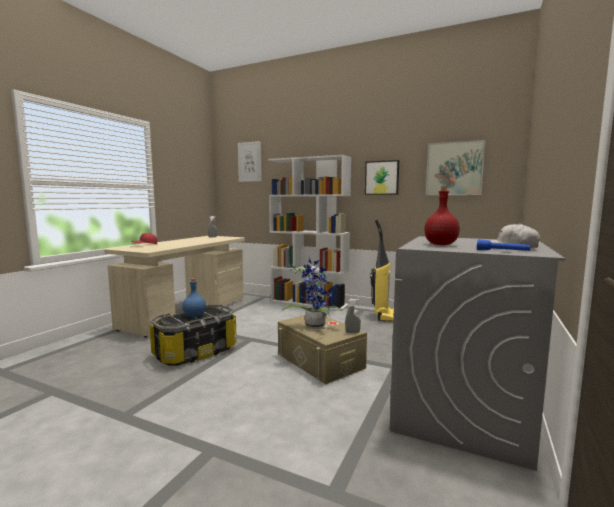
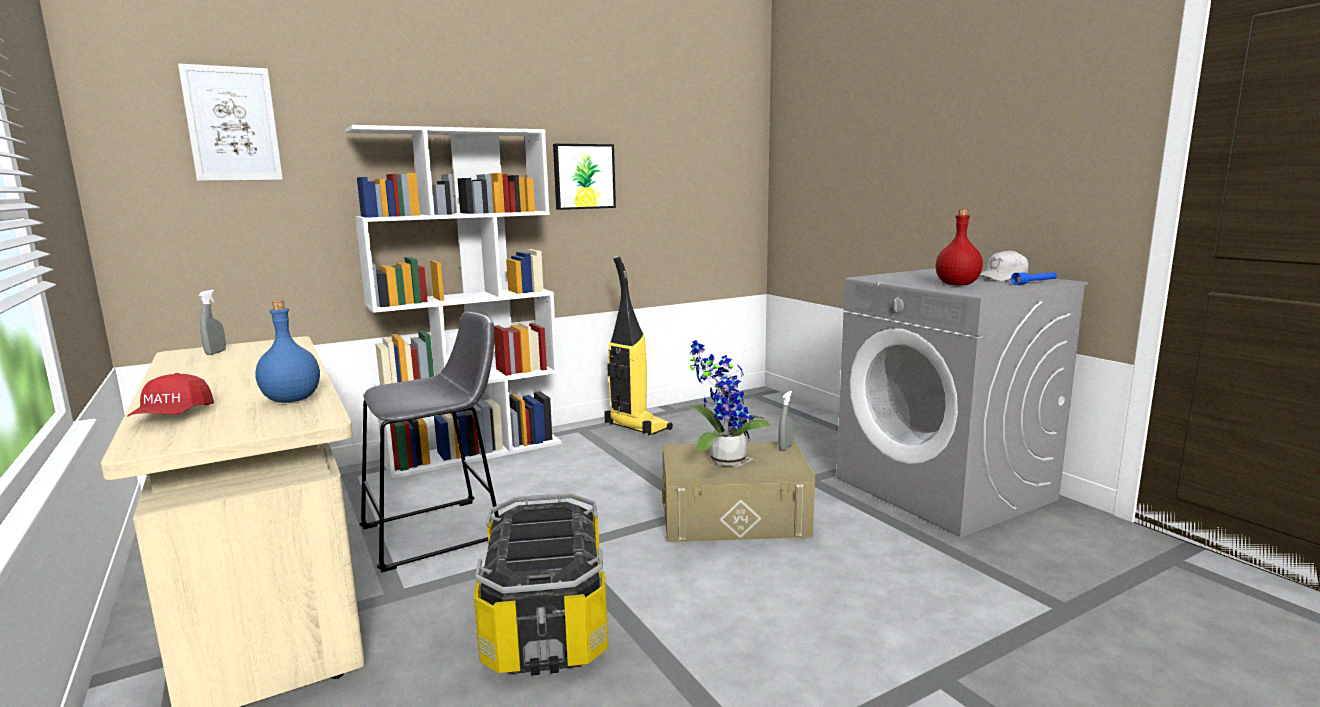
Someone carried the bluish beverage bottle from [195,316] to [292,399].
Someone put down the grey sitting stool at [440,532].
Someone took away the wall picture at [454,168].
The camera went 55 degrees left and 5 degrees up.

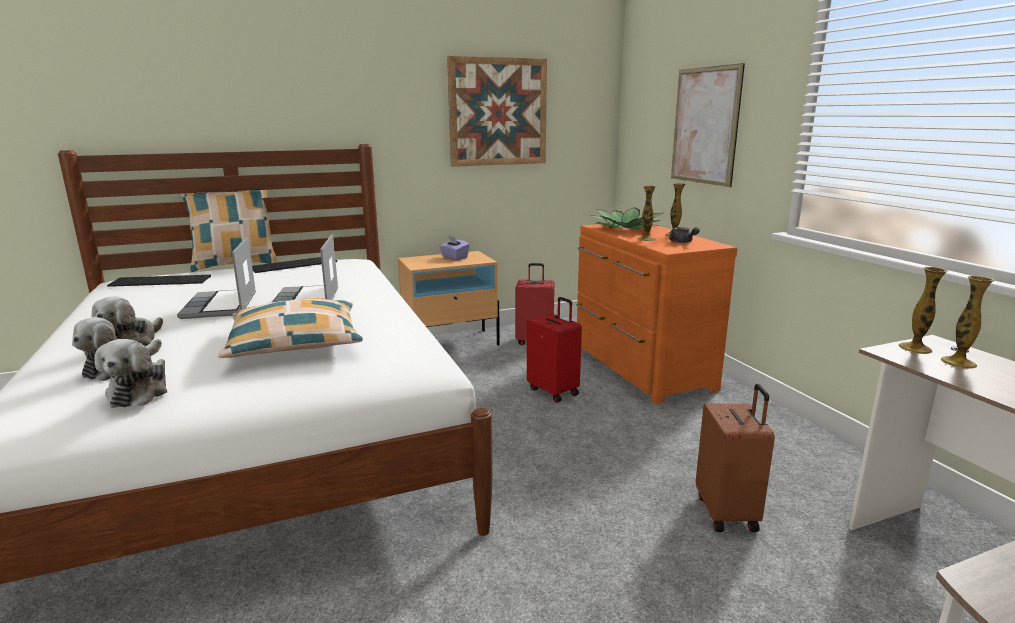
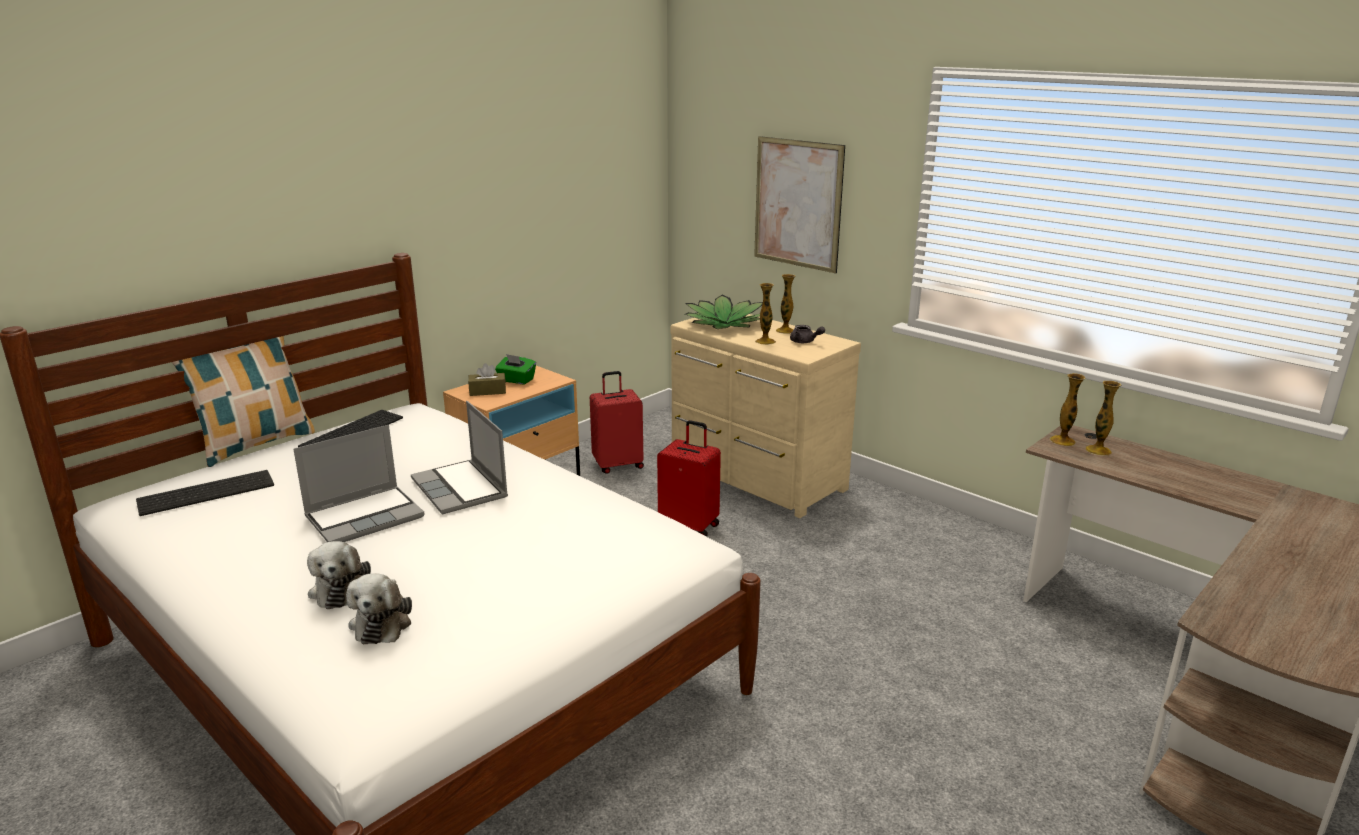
Someone rotated the laptop at [221,306] by 90 degrees counterclockwise.
Someone put down the brownish tissue holder at [487,391].
Someone repainted the purplish tissue holder at [454,257], which became the greenish tissue holder at [516,380].
Someone repainted the orange-coloured chest of drawers at [639,368], which became the beige chest of drawers at [755,478].
Someone took away the soft toy at [140,392].
Someone took away the pillow at [295,343].
Someone took away the wall picture at [498,112].
Someone took away the brownish piece of luggage at [728,513].
The camera went 25 degrees left and 5 degrees up.

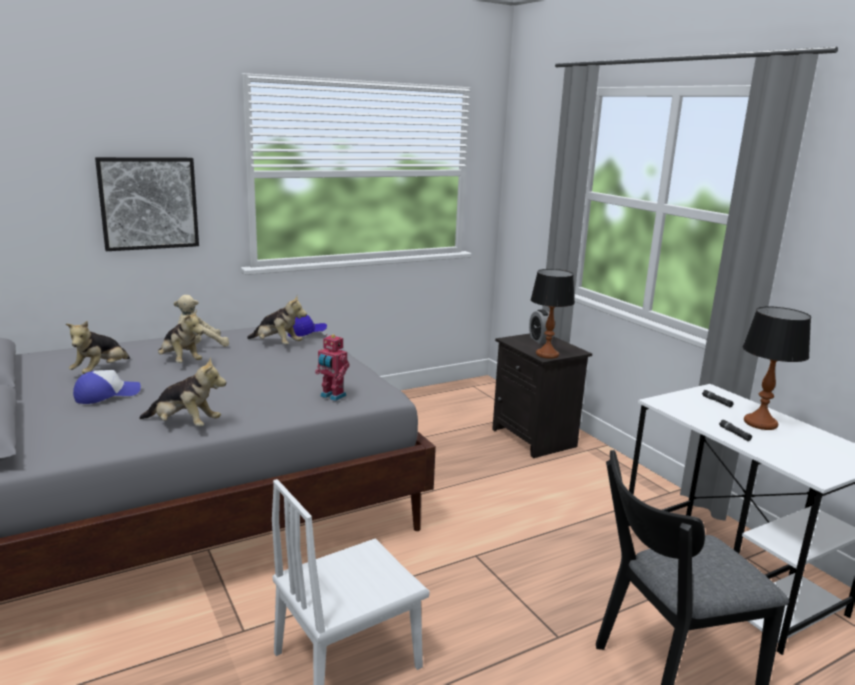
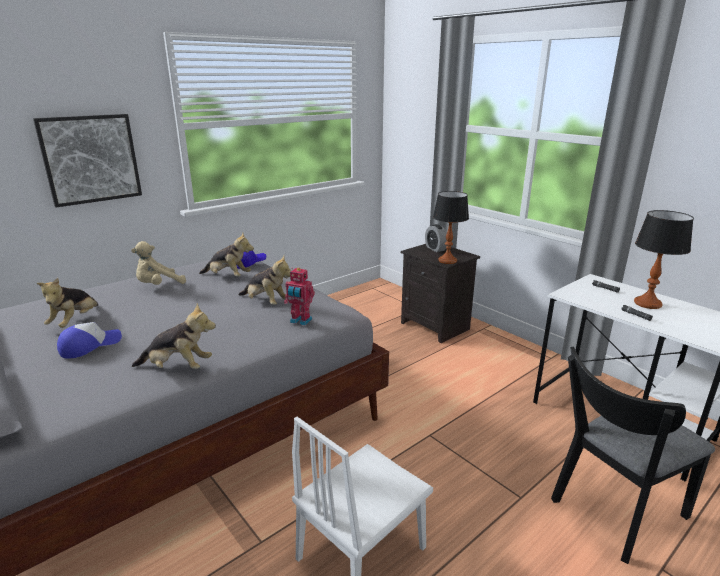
Someone carried the soft toy from [180,361] to [266,302].
The camera went 10 degrees left and 5 degrees up.

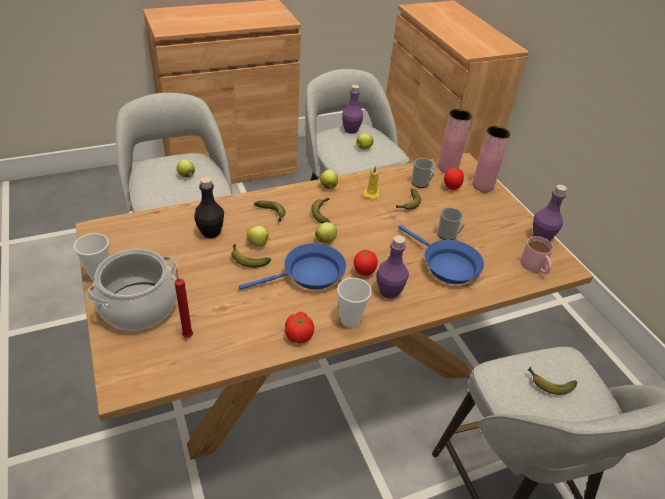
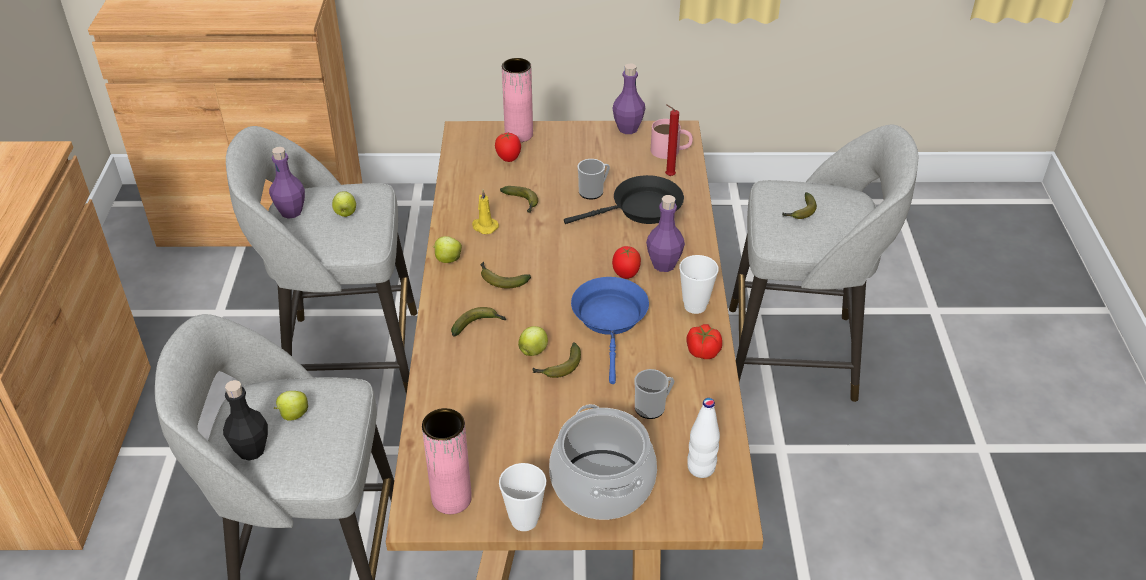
Someone carried the blackish beverage bottle from [211,232] to [251,450].
Someone carried the pinkish flower vase from [447,167] to [451,498].
Someone repainted the bluish pan at [446,265], which became the blackish pan at [641,210].
Someone carried the coffee mug from [421,184] to [653,407].
Someone carried the red-coloured wax light from [187,335] to [668,176].
Someone put down the whitish beverage bottle at [701,468].
Someone took away the apple at [326,240].
The camera went 65 degrees left and 0 degrees up.

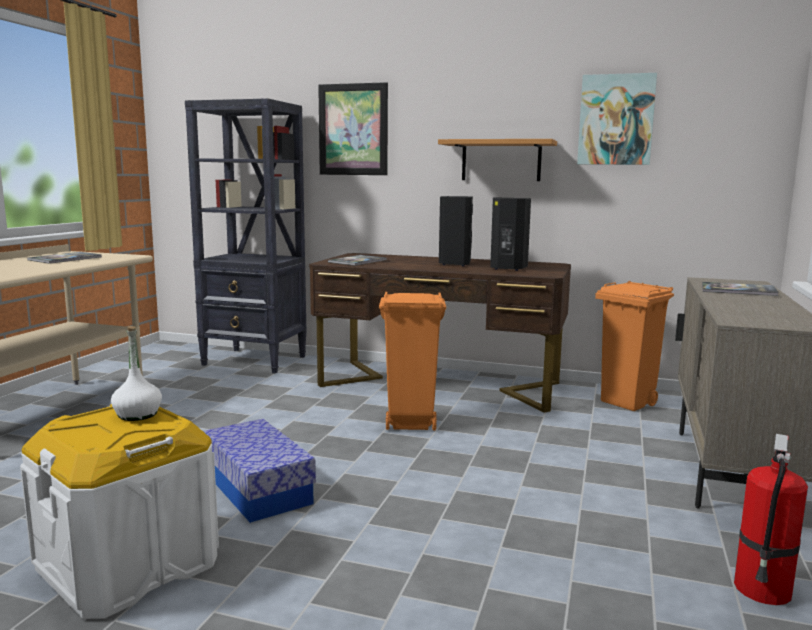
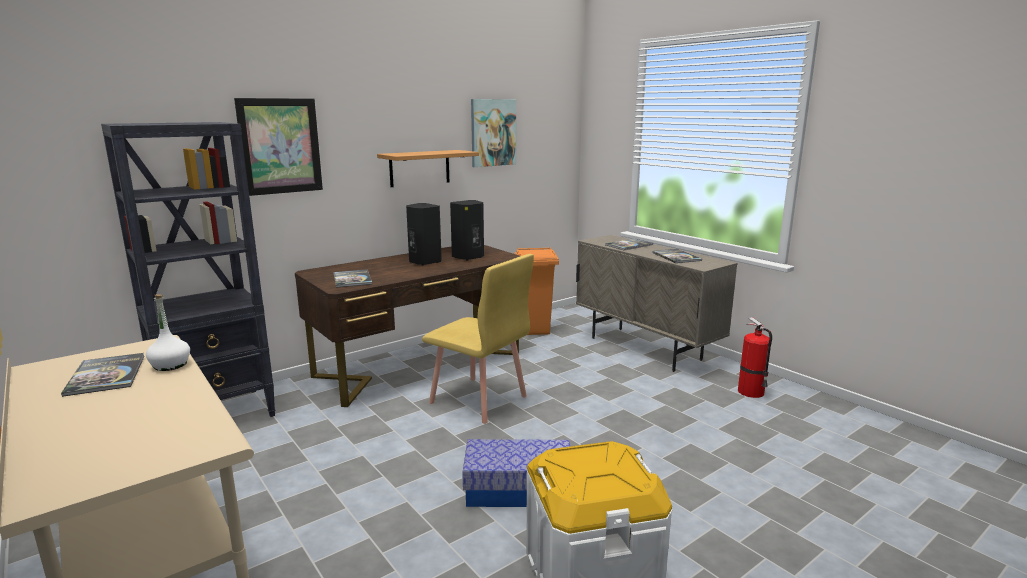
Someone carried the whitish beverage bottle from [138,415] to [170,365].
Someone swapped the orange-coloured trash can at [409,424] for the yellow-coloured chair at [478,400].
Someone put down the bound book at [676,257].
The camera went 55 degrees left and 5 degrees up.

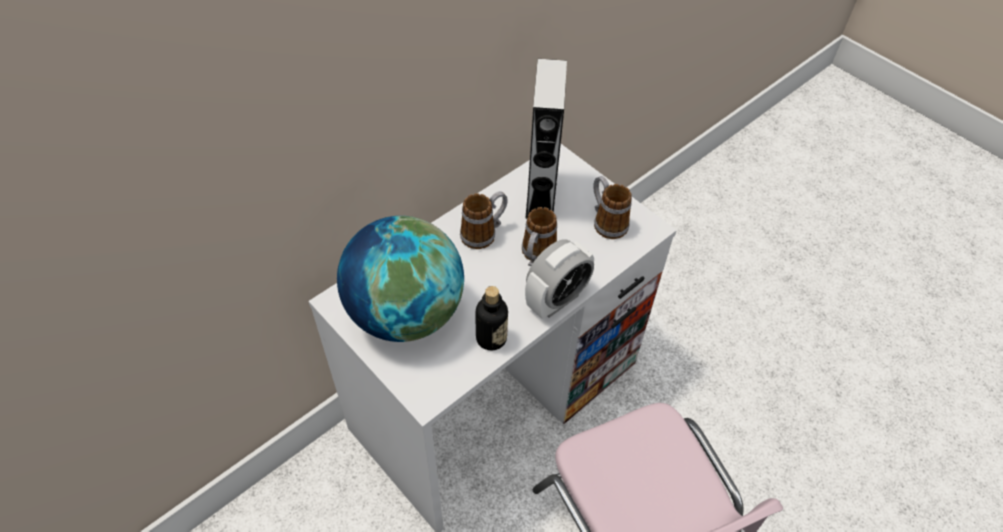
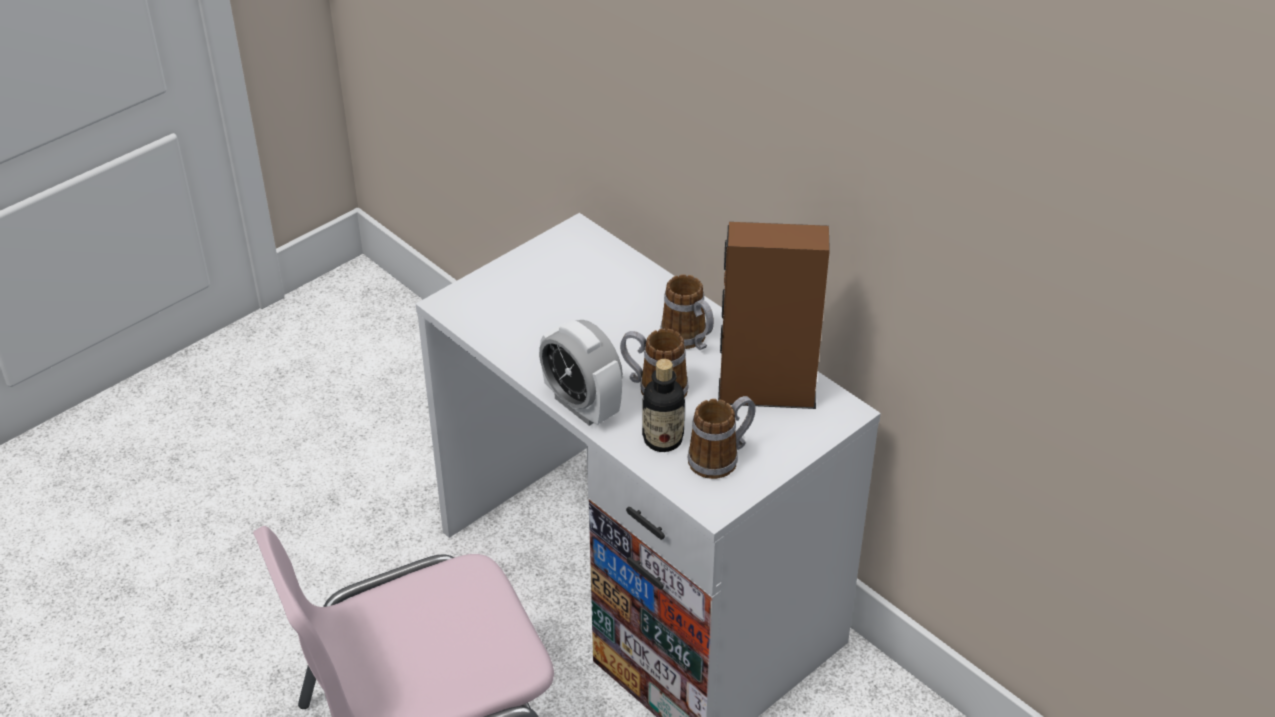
Someone carried the beverage bottle from [491,338] to [663,439].
Someone repainted the grey speaker at [541,194], which became the brownish speaker at [766,393].
Someone took away the globe at [406,313].
The camera went 90 degrees right and 10 degrees down.

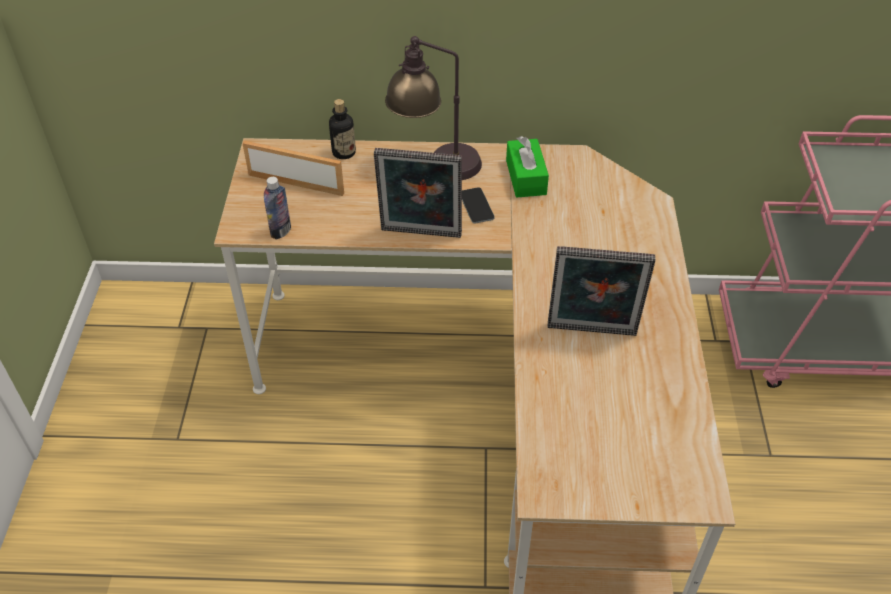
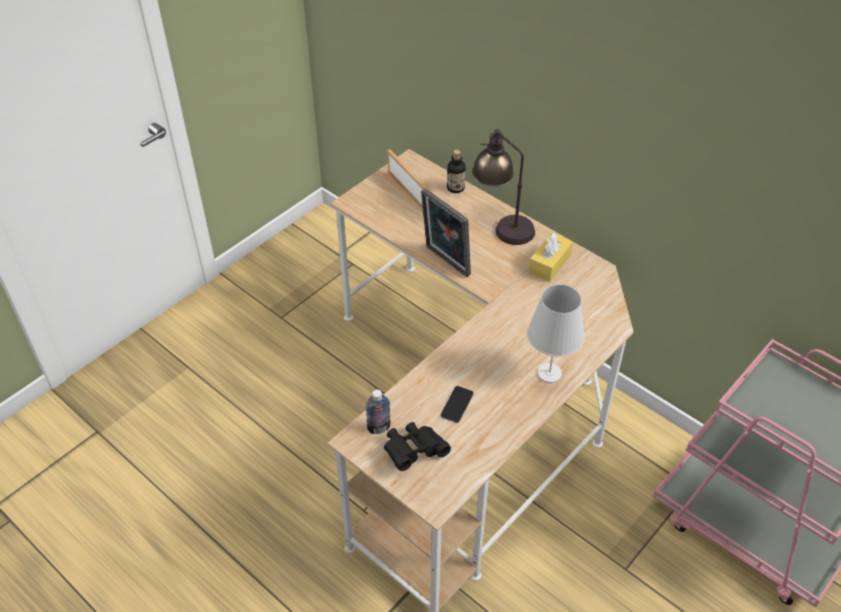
Someone carried the beverage bottle from [281,231] to [379,428].
Someone put down the blackish binoculars at [414,451].
Someone carried the phone from [476,206] to [457,404].
Someone put down the whitish table lamp at [550,373].
Someone repainted the greenish tissue holder at [526,177], which became the yellow-coloured tissue holder at [549,264].
Someone took away the photo frame at [591,333].
The camera went 40 degrees right and 0 degrees up.

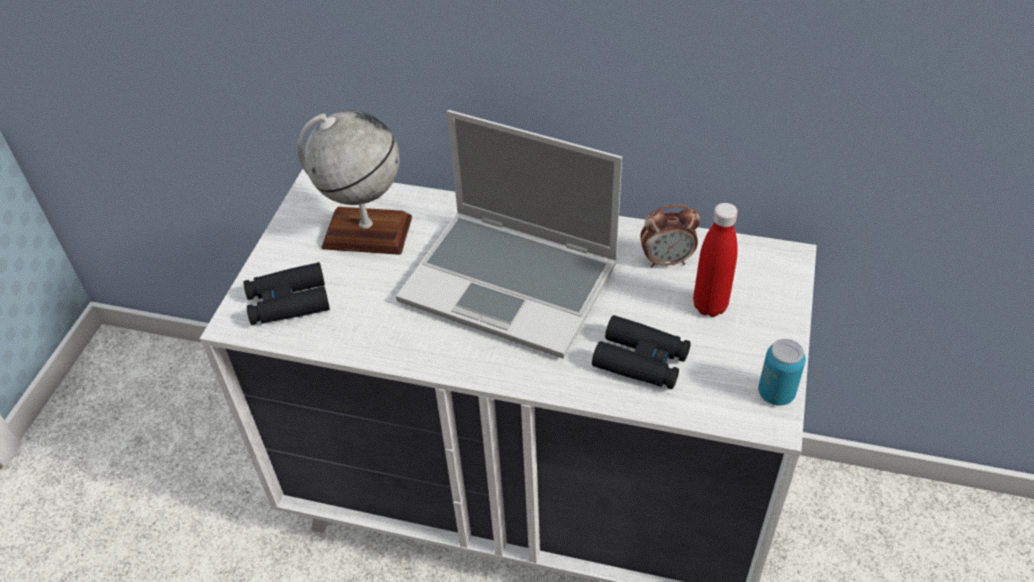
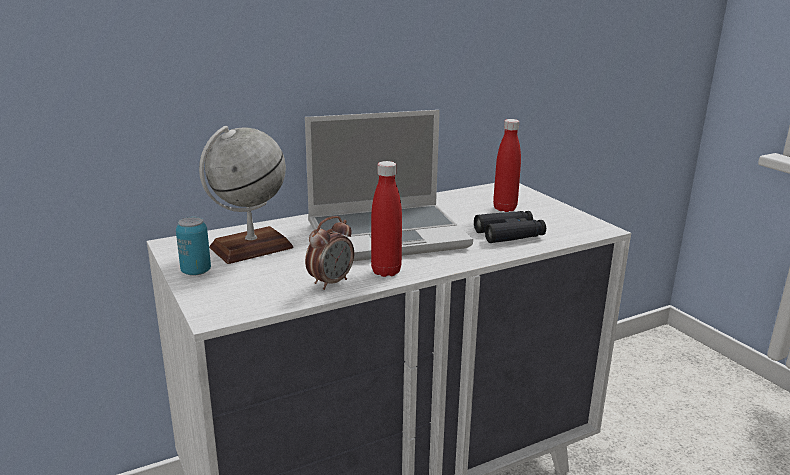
Someone carried the metal can from [776,393] to [196,271].
Someone carried the bedside clock from [667,260] to [331,282].
Someone put down the red-coloured beverage bottle at [386,271].
Someone took away the blackish binoculars at [288,302].
The camera went 45 degrees left and 25 degrees down.

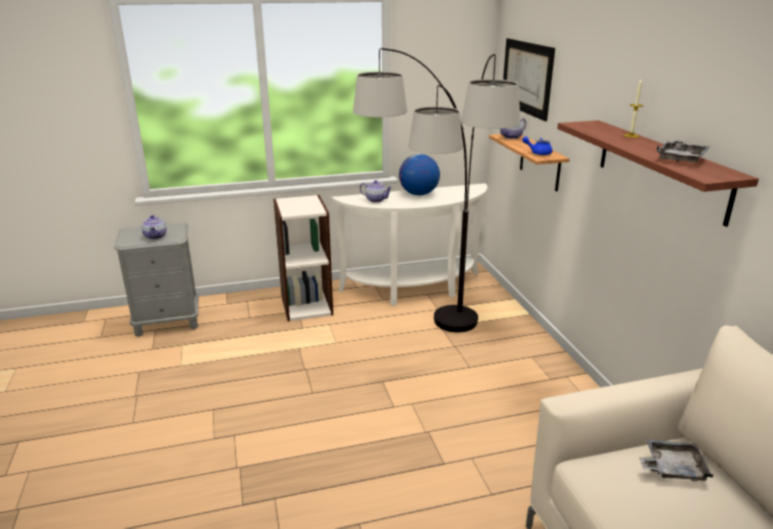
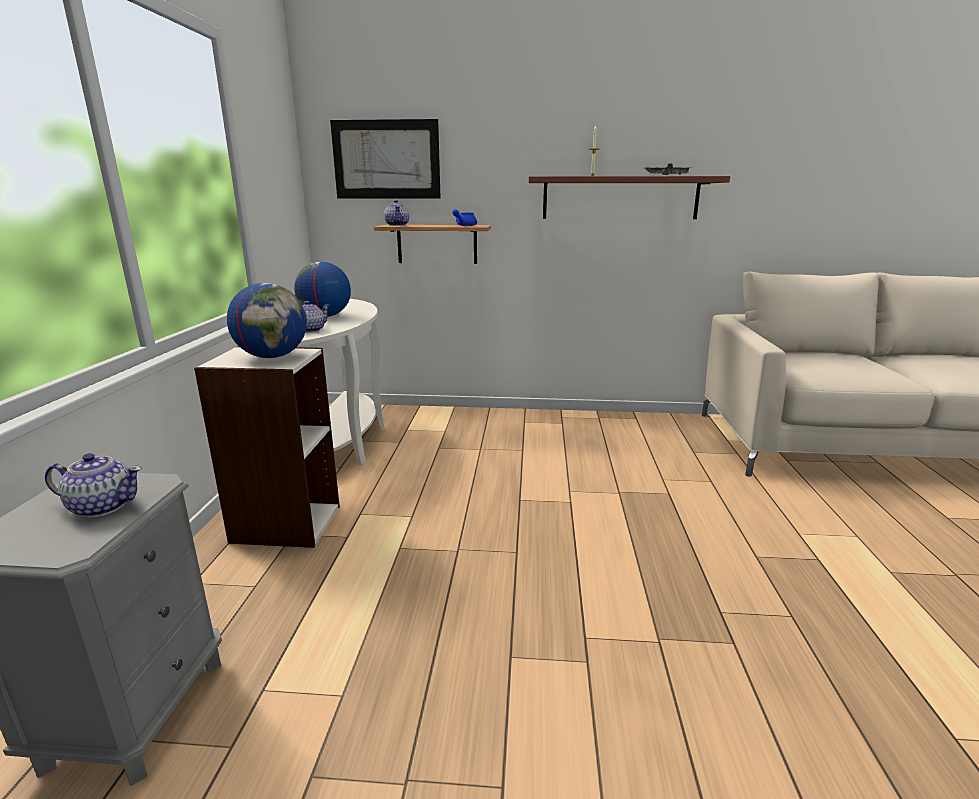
Someone put down the globe at [273,356].
Someone took away the standing lamp at [436,348].
Someone took away the grey serving tray at [672,467].
The camera went 70 degrees left and 5 degrees down.

